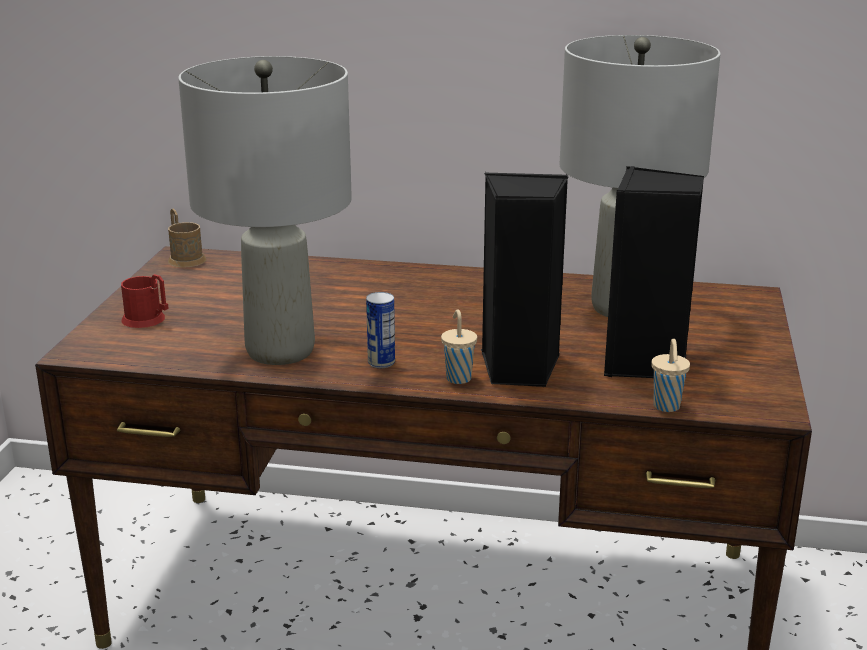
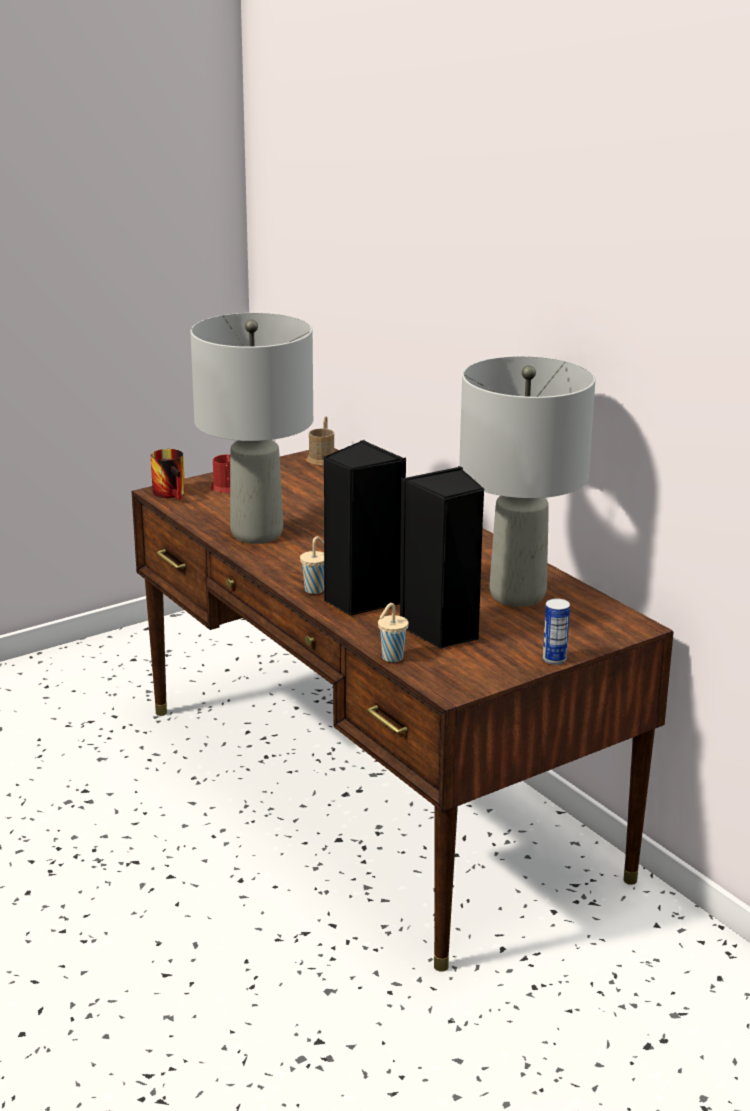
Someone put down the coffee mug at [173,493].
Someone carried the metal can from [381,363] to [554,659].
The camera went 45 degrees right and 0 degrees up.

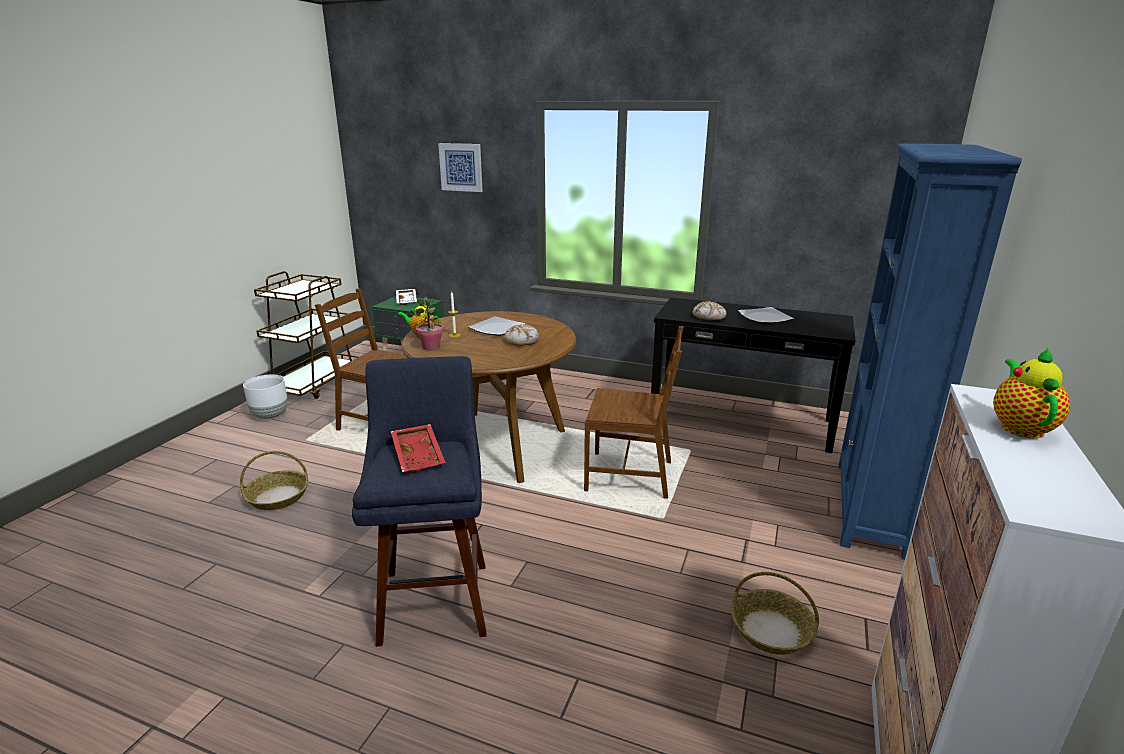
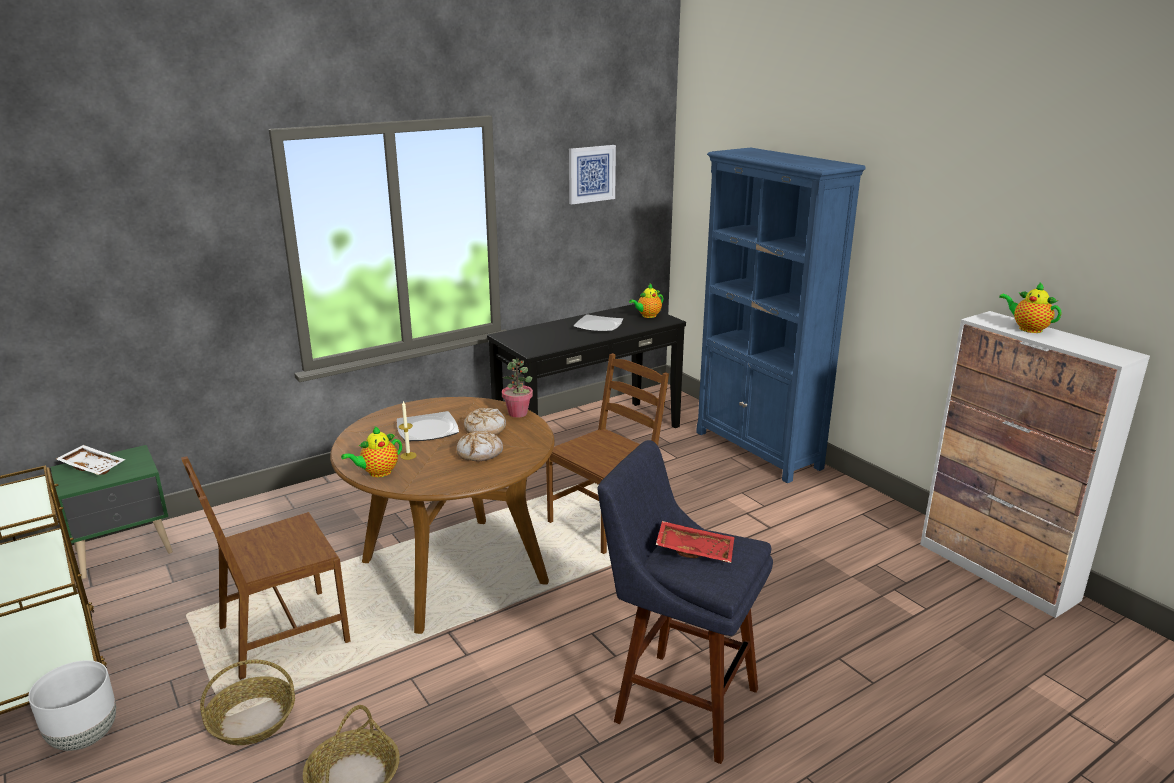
Someone carried the storage basket from [772,630] to [253,720].
Someone carried the baked bread from [709,317] to [480,453].
Someone carried the potted plant from [431,347] to [518,413].
Someone carried the wall picture from [461,167] to [591,174].
Someone put down the pot for tea at [647,316].
The camera went 55 degrees left and 0 degrees up.

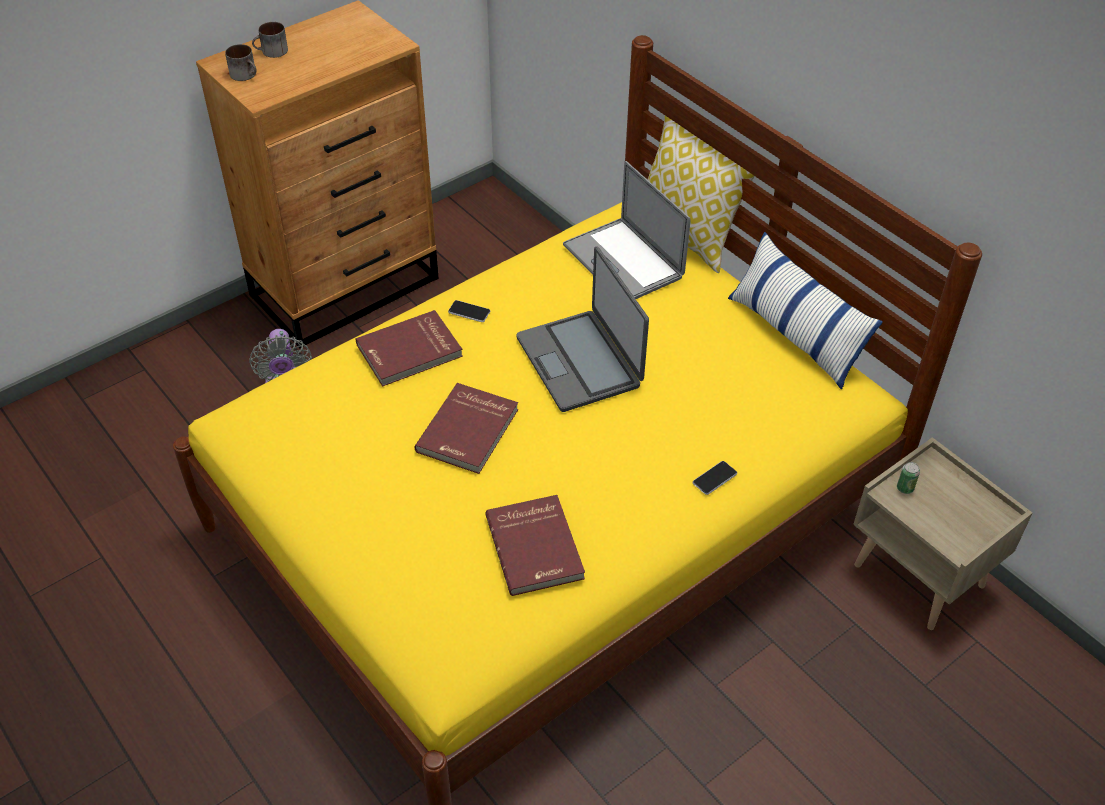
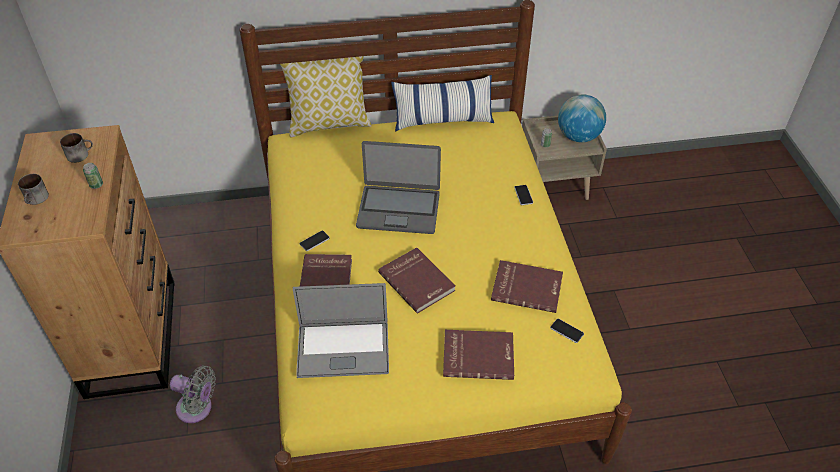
Someone carried the coffee mug from [246,74] to [80,154].
Someone put down the metal can at [96,185].
Someone carried the laptop from [623,261] to [343,349].
Someone put down the red-coloured bound book at [478,355].
Someone put down the phone at [566,331].
Someone put down the globe at [578,136].
The camera went 60 degrees left and 0 degrees up.

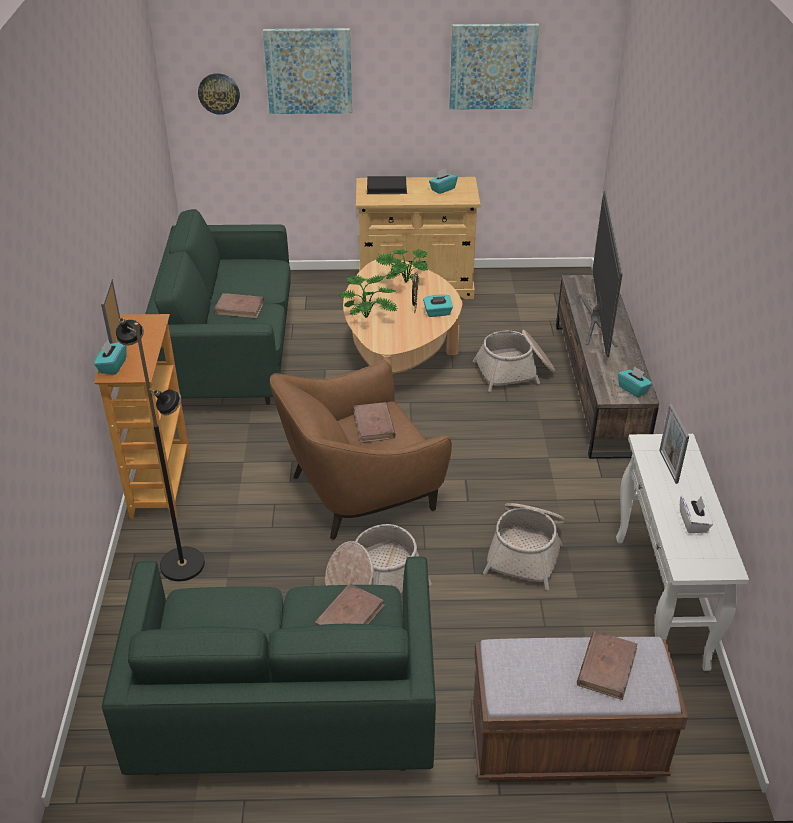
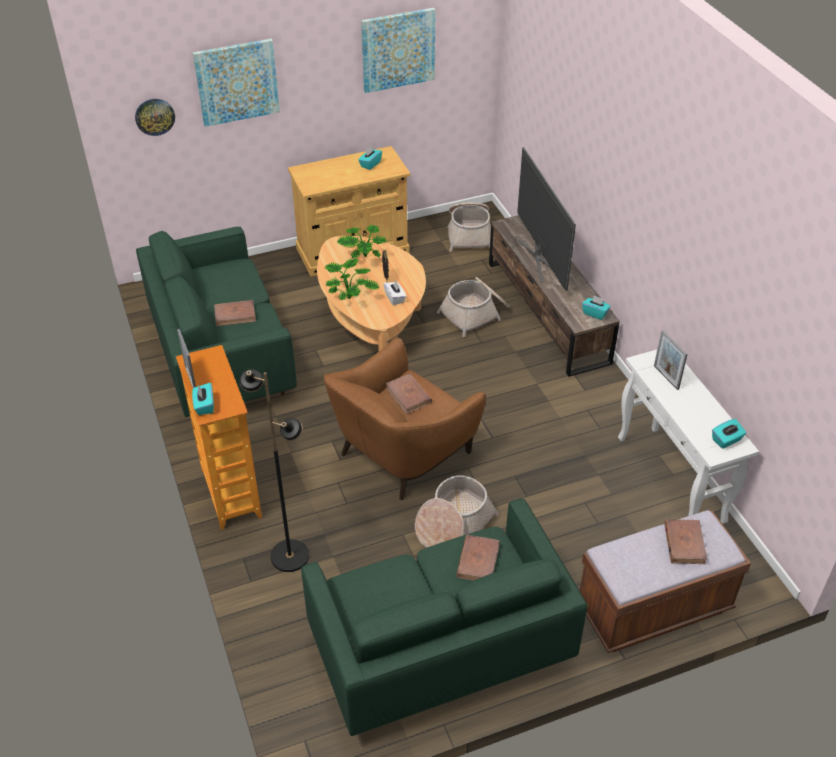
Someone carried the whitish tissue holder from [693,522] to [395,298].
Someone carried the storage basket from [526,551] to [469,234].
Someone carried the blue-green tissue holder from [437,313] to [726,440].
Someone took away the blackish bound book at [387,188].
The camera went 20 degrees left and 5 degrees up.

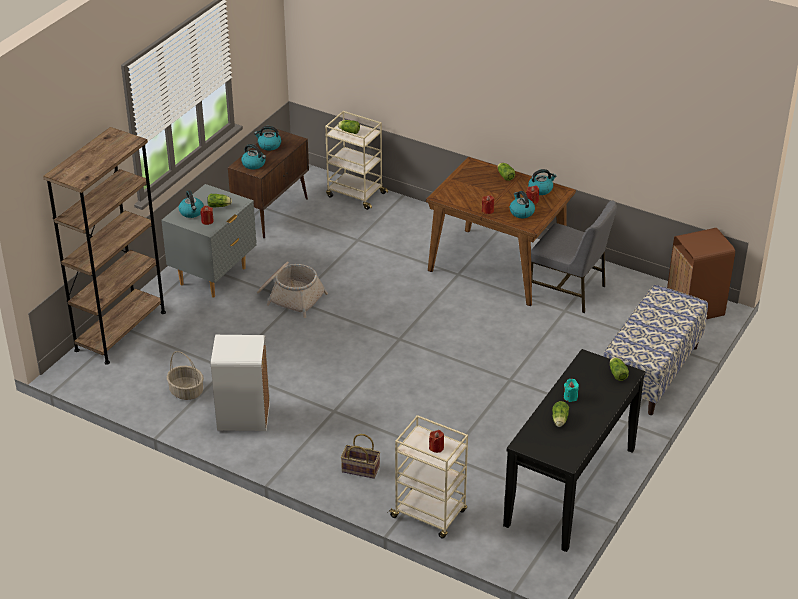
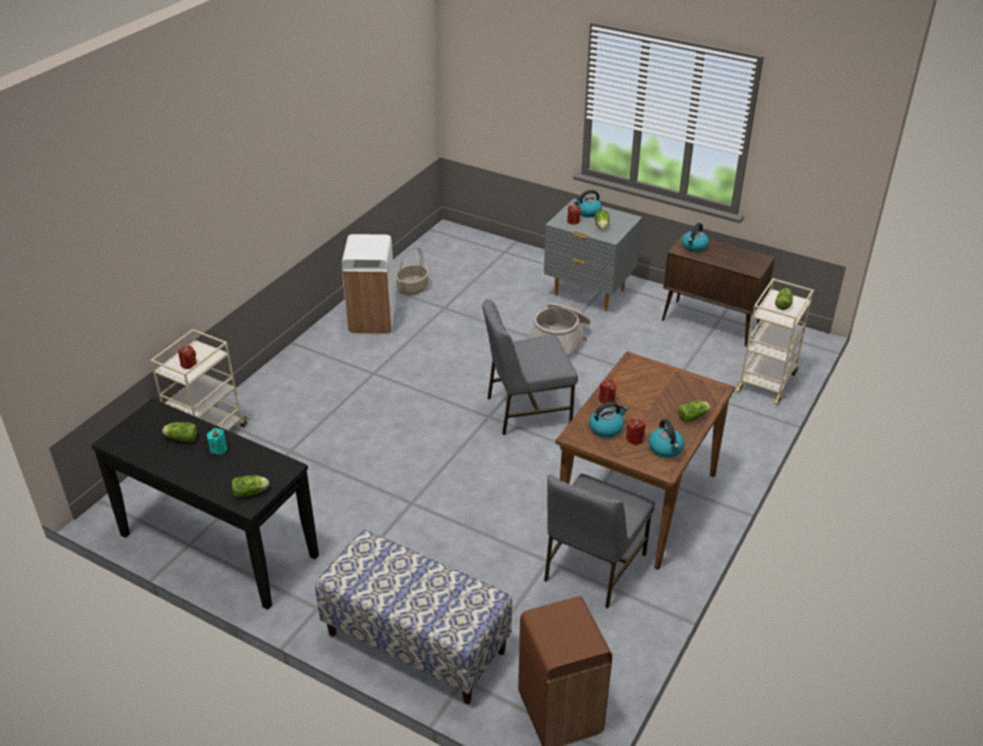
Someone put down the grey chair at [527,410].
Someone took away the brownish bookcase at [120,331].
Someone took away the water kettle at [269,145].
Someone took away the storage basket at [359,469].
The camera went 90 degrees right and 0 degrees up.

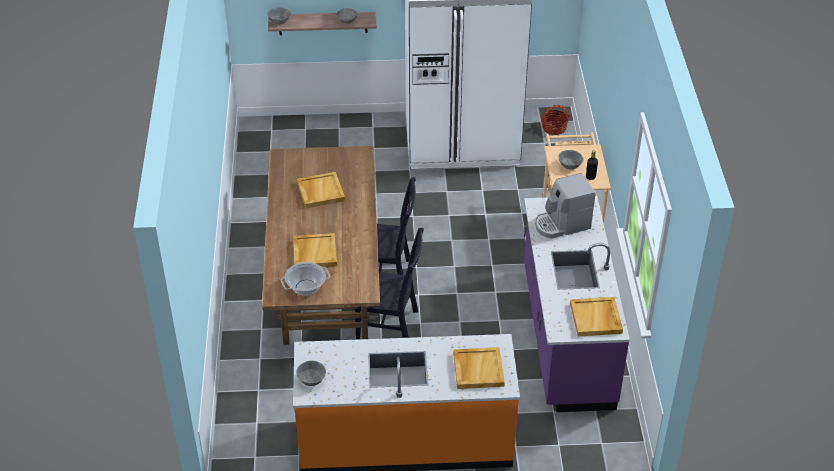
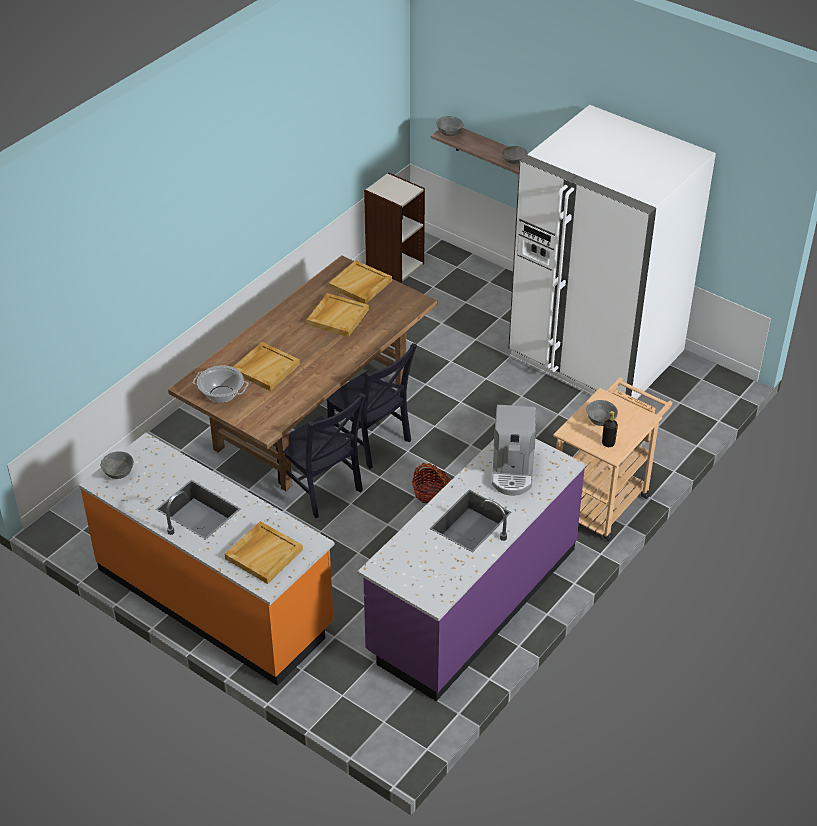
Someone carried the beige serving tray from [596,318] to [360,284].
Someone put down the bookcase at [394,264].
Someone carried the storage basket from [554,128] to [430,493].
Someone rotated the coffee brewer at [562,224] by 105 degrees counterclockwise.
The camera went 40 degrees right and 0 degrees up.

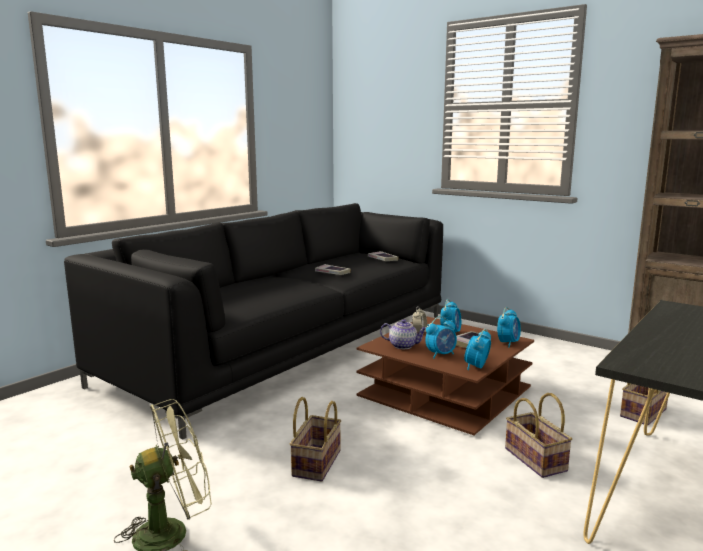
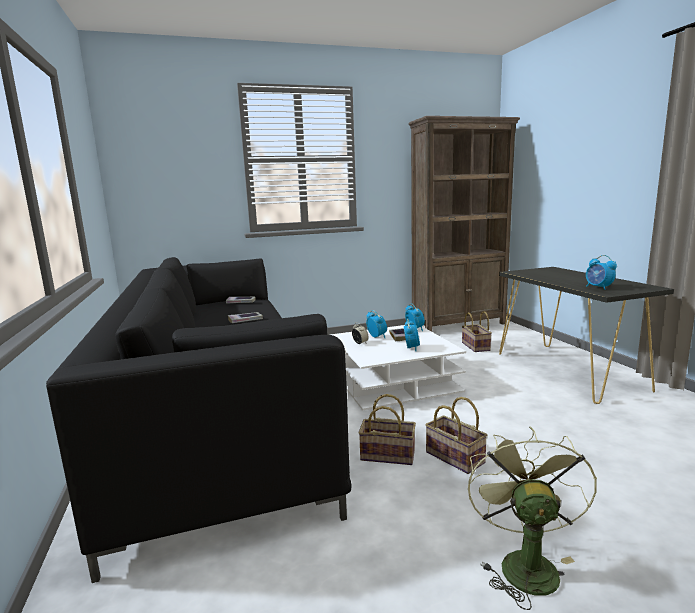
Someone repainted the brownish low table at [445,392], which became the whitish low table at [393,381].
Someone carried the storage basket from [537,460] to [389,455].
Someone carried the bedside clock from [476,367] to [598,287].
Someone took away the pot for tea at [403,346].
The camera went 55 degrees left and 0 degrees up.

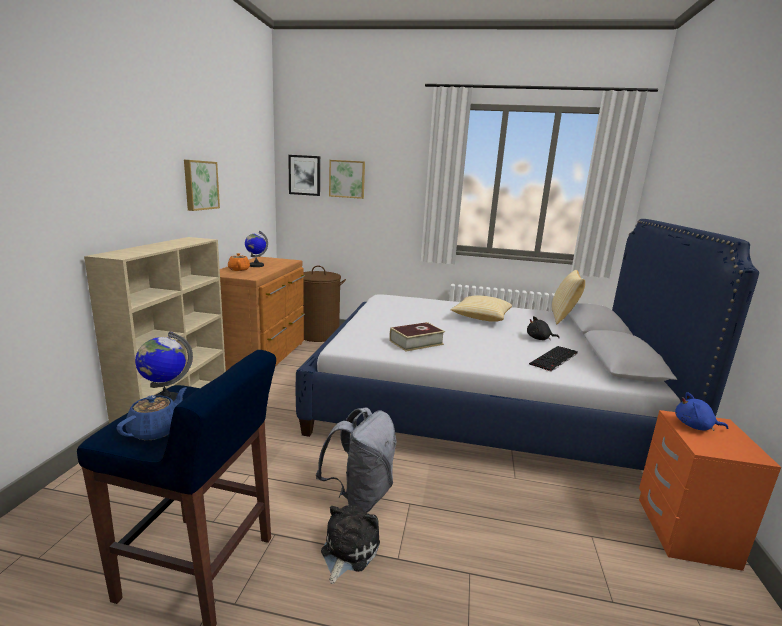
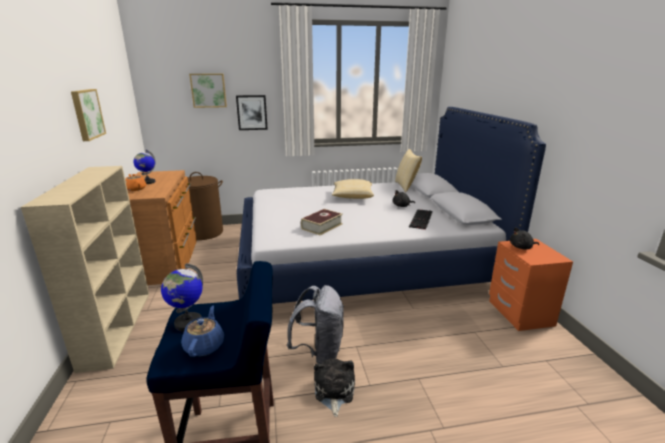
Someone carried the wall picture from [304,175] to [252,112].
Someone repainted the bluish soft toy at [695,426], which became the blackish soft toy at [522,247].
The camera went 20 degrees left and 5 degrees up.

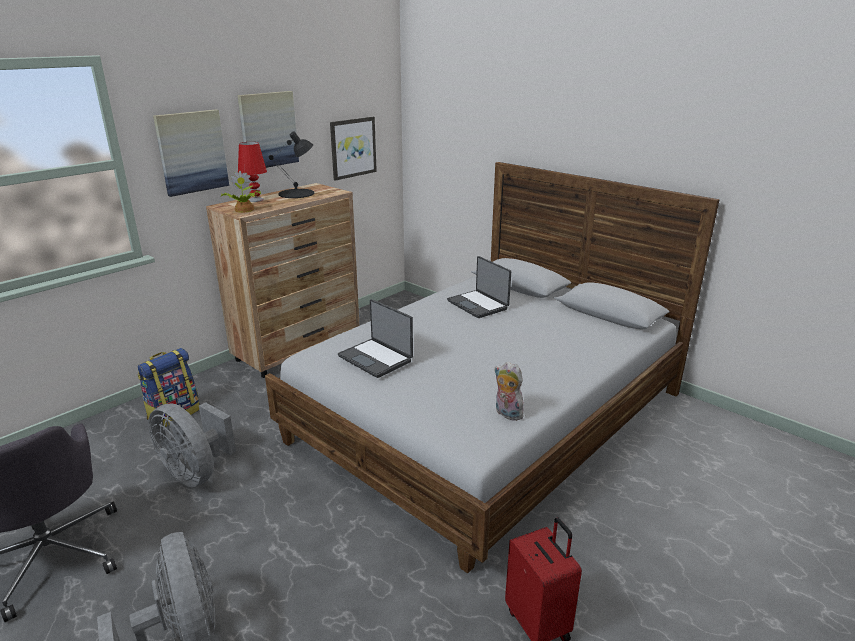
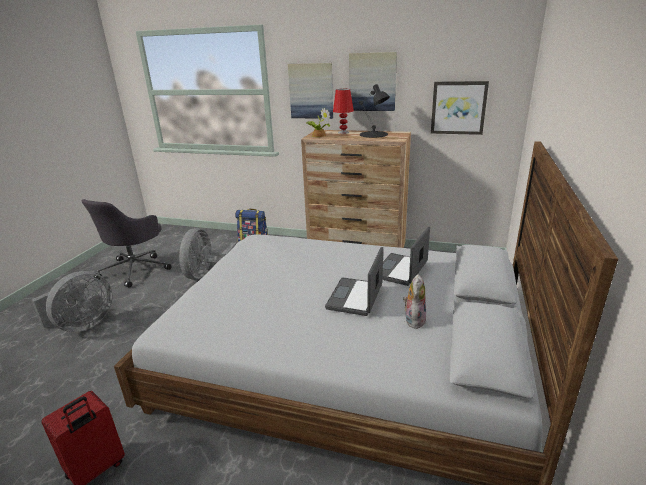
Someone carried the laptop from [376,358] to [356,297].
Someone carried the soft toy from [506,414] to [413,320].
The camera went 65 degrees right and 0 degrees up.

